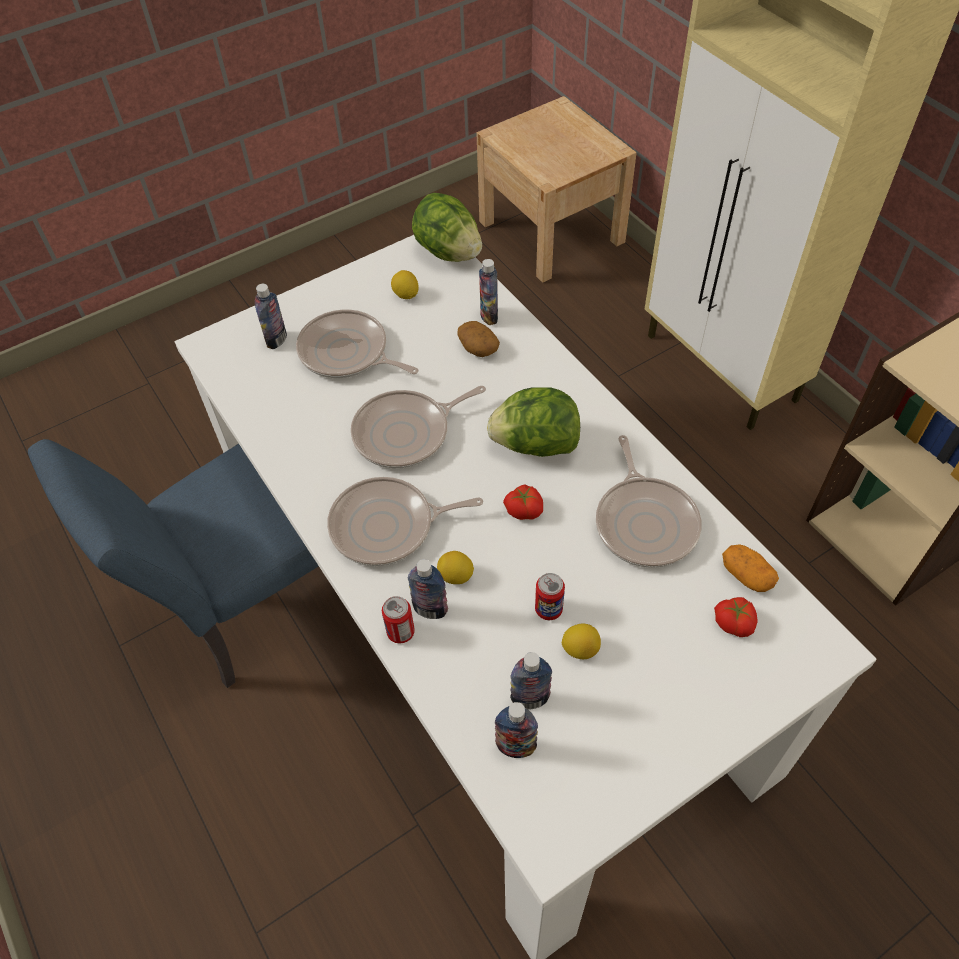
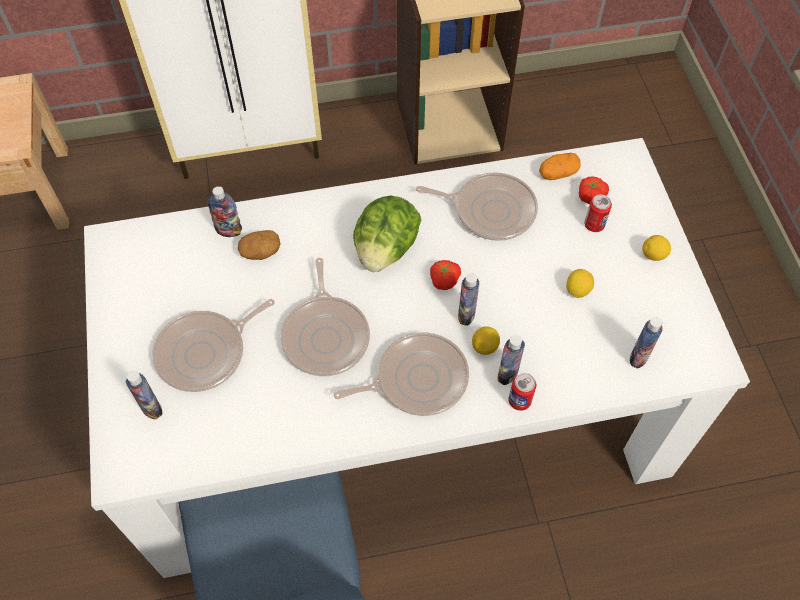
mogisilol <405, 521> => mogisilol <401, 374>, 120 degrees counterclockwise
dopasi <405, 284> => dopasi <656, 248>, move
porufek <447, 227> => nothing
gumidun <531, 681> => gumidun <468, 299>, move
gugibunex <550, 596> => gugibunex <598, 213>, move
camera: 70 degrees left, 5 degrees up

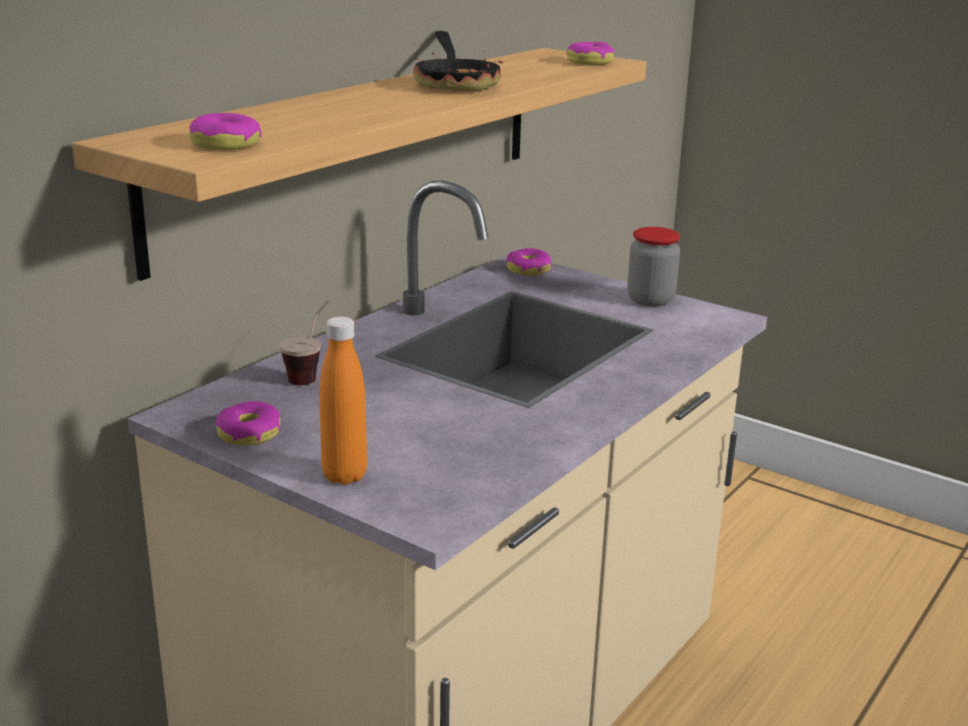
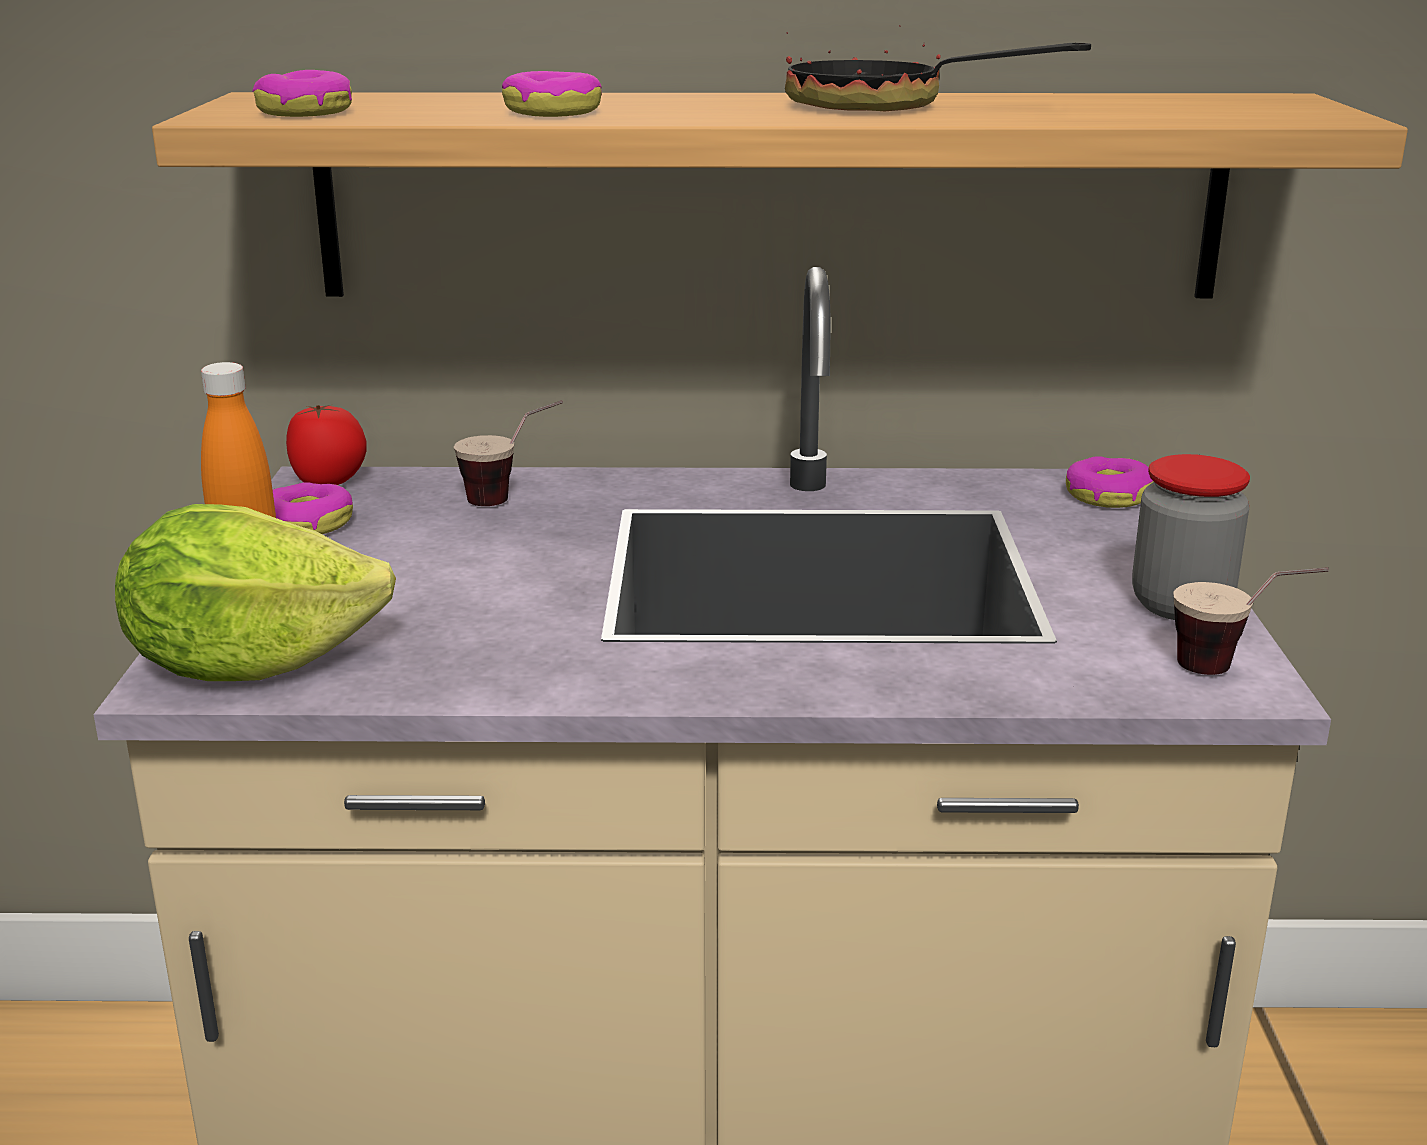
mogisilol <458, 61> => mogisilol <938, 68>, 60 degrees clockwise
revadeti <590, 53> => revadeti <552, 94>, move
nothing => porufek <255, 592>
nothing => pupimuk <326, 444>
nothing => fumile <1251, 621>
camera: 55 degrees right, 0 degrees up

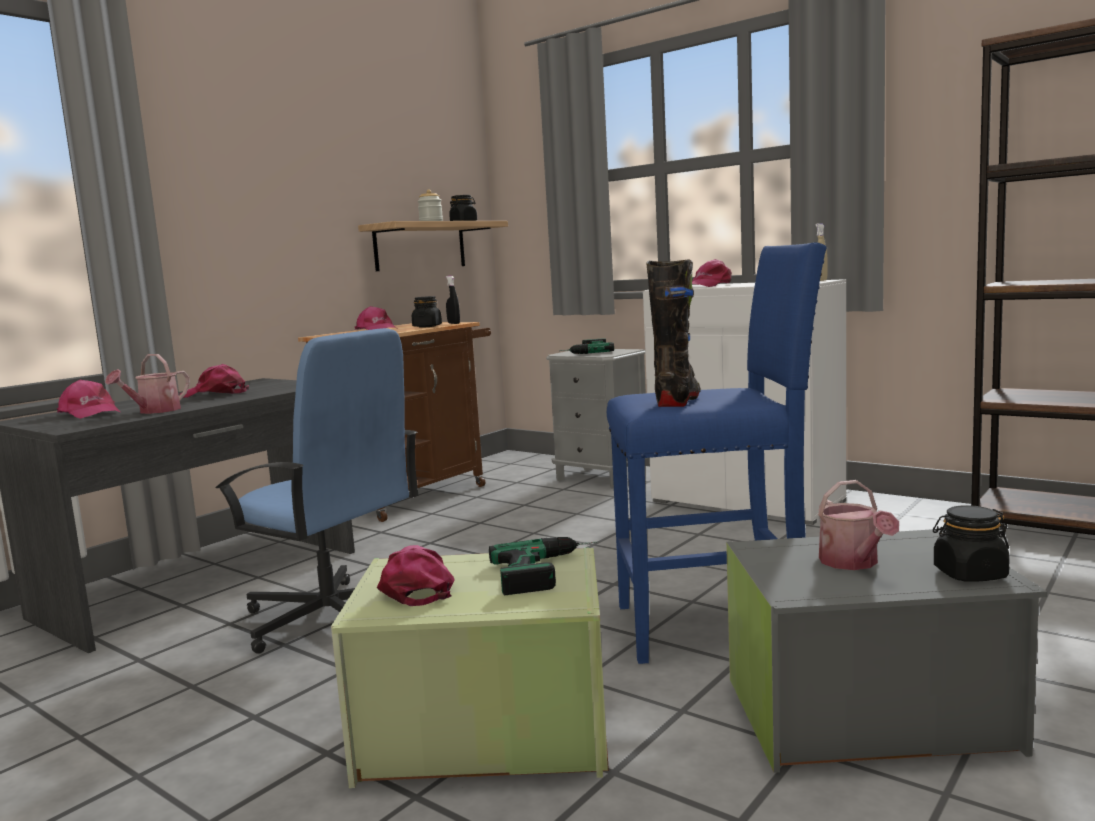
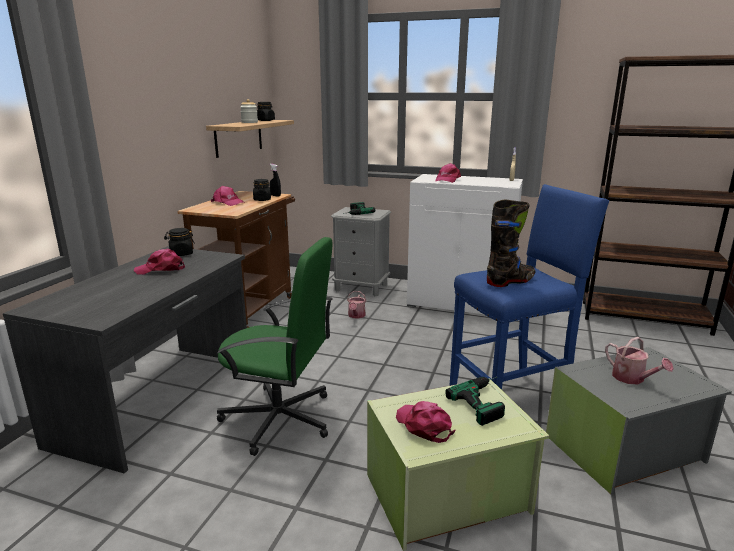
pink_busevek <88, 399> => nothing
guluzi <147, 384> => guluzi <356, 305>, move
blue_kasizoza <316, 491> => green_kasizoza <275, 346>
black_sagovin <673, 333> => black_sagovin <511, 243>, 60 degrees clockwise
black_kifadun <971, 543> => black_kifadun <179, 242>, move
camera: 20 degrees left, 10 degrees up

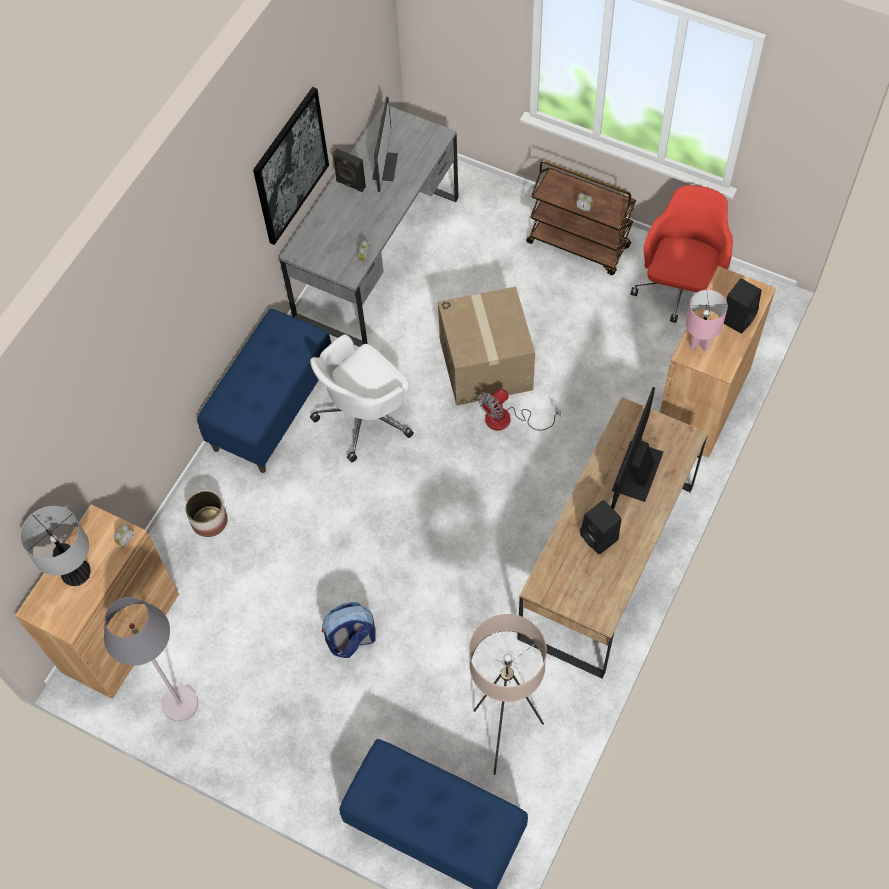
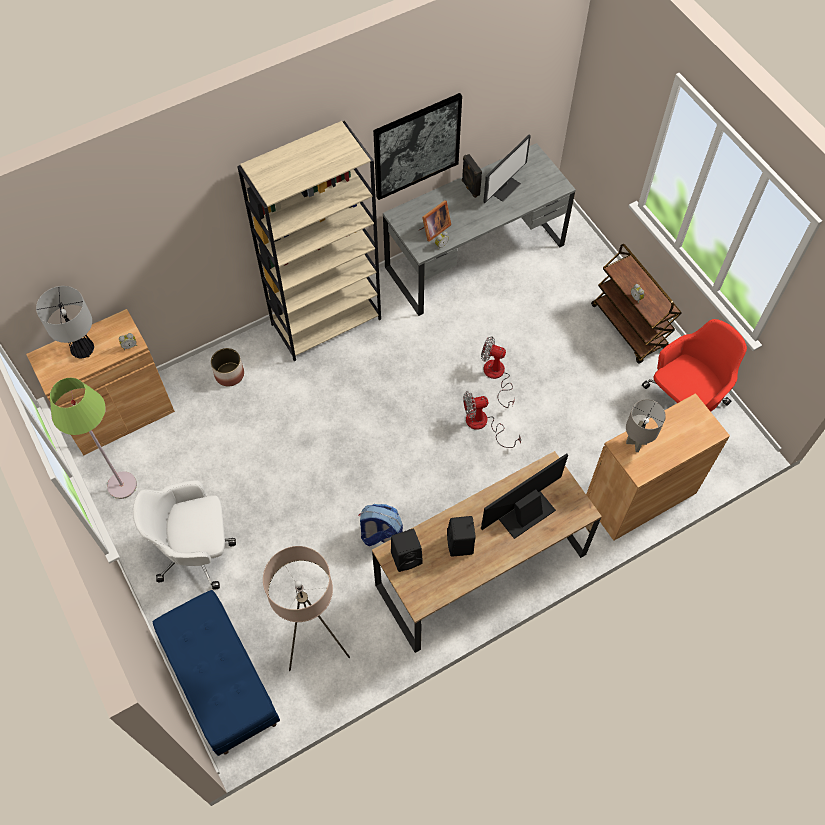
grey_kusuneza <151, 659> => green_kusuneza <93, 438>
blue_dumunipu <264, 391> => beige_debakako <309, 241>
white_kasizoza <362, 398> => white_kasizoza <184, 535>, move
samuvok <349, 630> => samuvok <380, 525>, move
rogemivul <486, 346> => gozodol <498, 372>
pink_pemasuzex <707, 321> => grey_pemasuzex <646, 426>
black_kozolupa <742, 306> => black_kozolupa <407, 550>, move
nothing => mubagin <435, 221>
camera: 30 degrees right, 0 degrees up

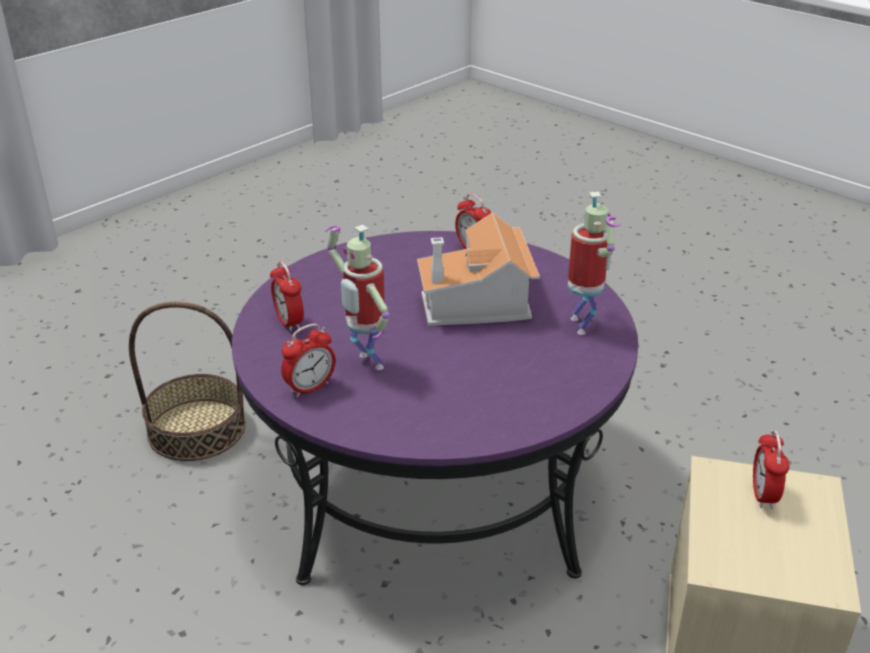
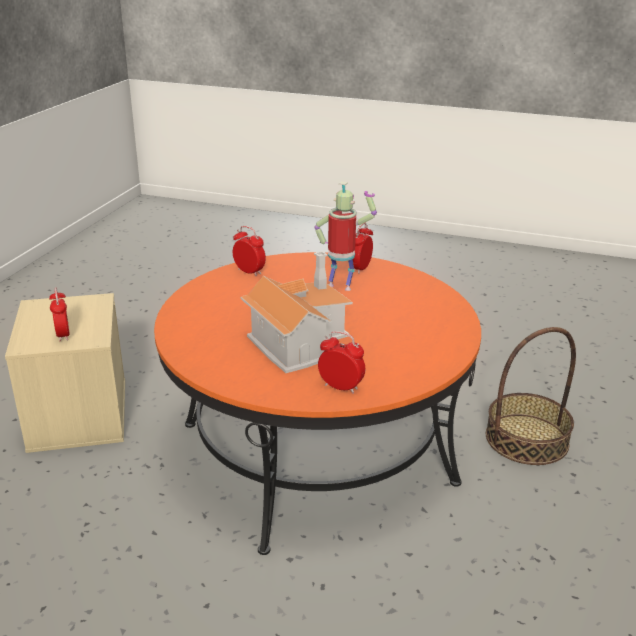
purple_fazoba <435, 408> => orange_fazoba <317, 403>
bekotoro <287, 296> => bekotoro <249, 251>, move
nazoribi <594, 263> => nothing
camera: 155 degrees right, 5 degrees down

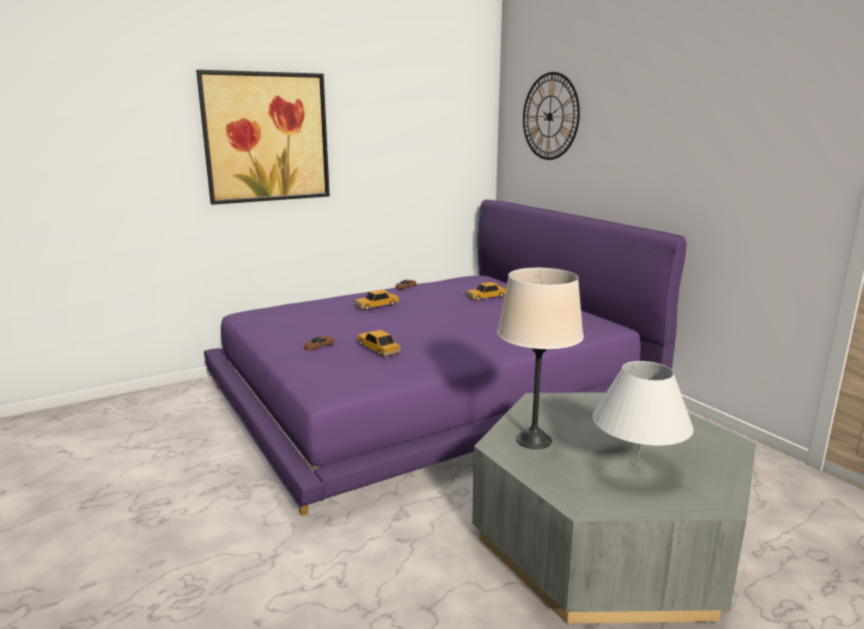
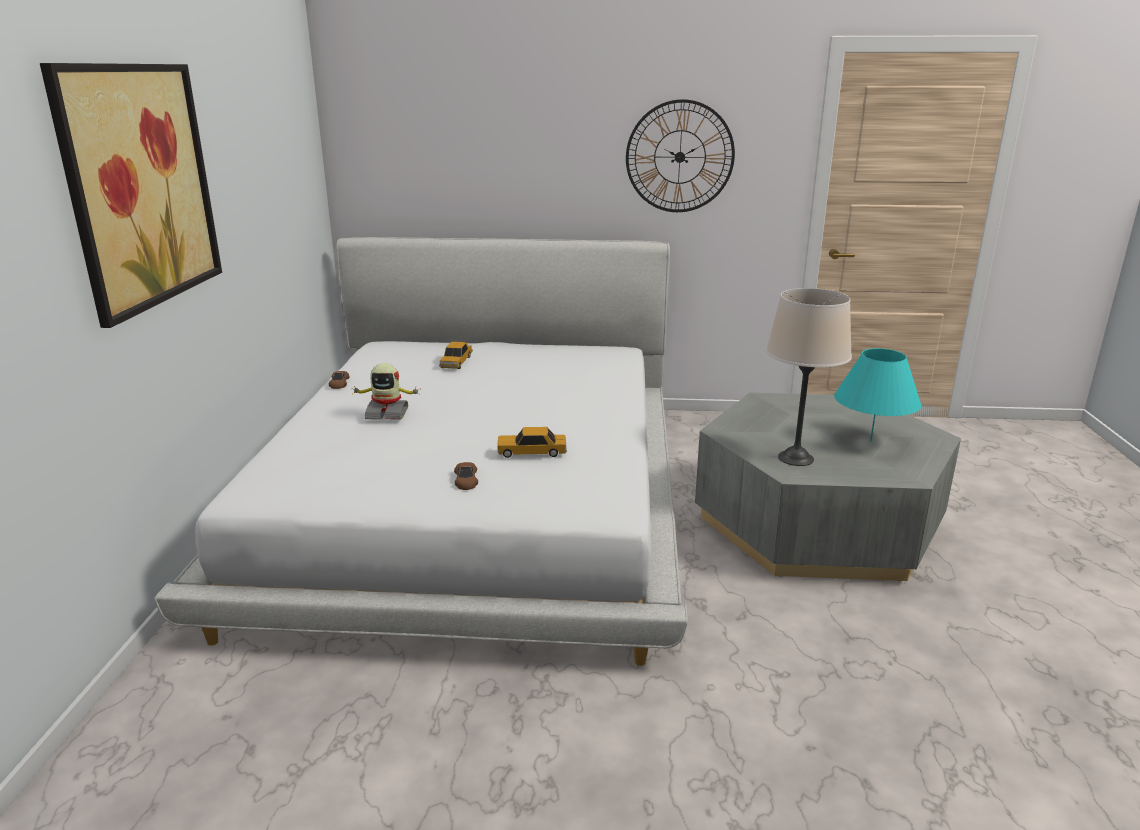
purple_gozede <445, 358> => white_gozede <421, 451>
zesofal <377, 299> => nazoribi <386, 391>
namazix <551, 116> => namazix <680, 155>, move
white_pemasuzex <643, 414> => turquoise_pemasuzex <878, 394>
camera: 55 degrees left, 5 degrees up

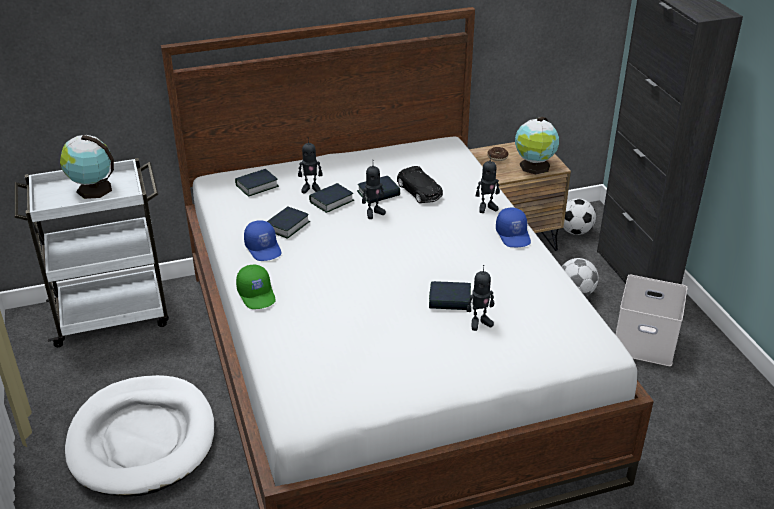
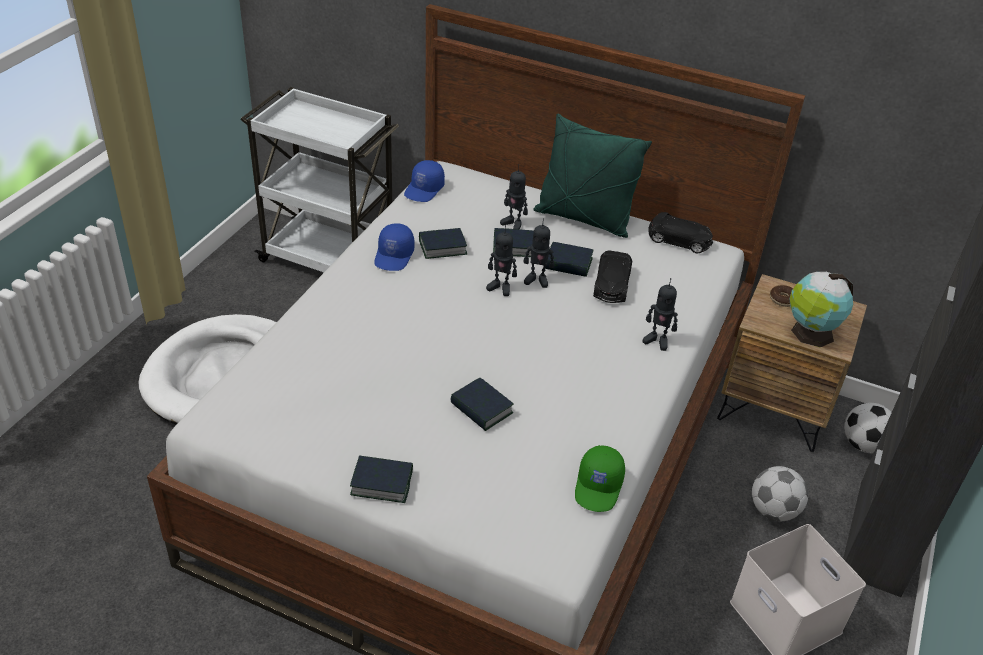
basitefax <87, 167> => nothing
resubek <257, 183> => resubek <381, 479>, move
green_busevek <255, 287> => green_busevek <600, 478>, move
nazoribi <480, 298> => nazoribi <501, 260>, move
blue_busevek <513, 227> => blue_busevek <424, 181>, move
nothing => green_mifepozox <592, 175>
nothing => black_zesofal <681, 232>
camera: 40 degrees right, 5 degrees up

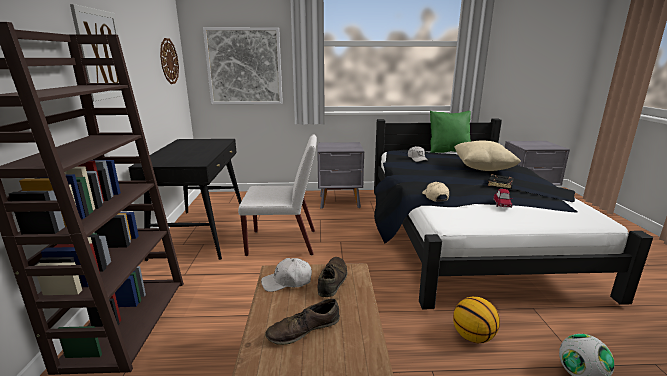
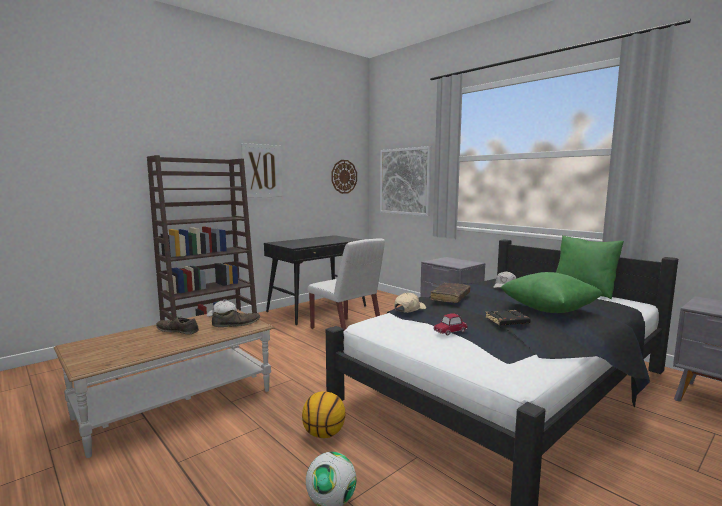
beige_mifepozox <487, 156> => green_mifepozox <551, 292>
nothing => brown_resubek <450, 293>
camera: 50 degrees right, 10 degrees down

